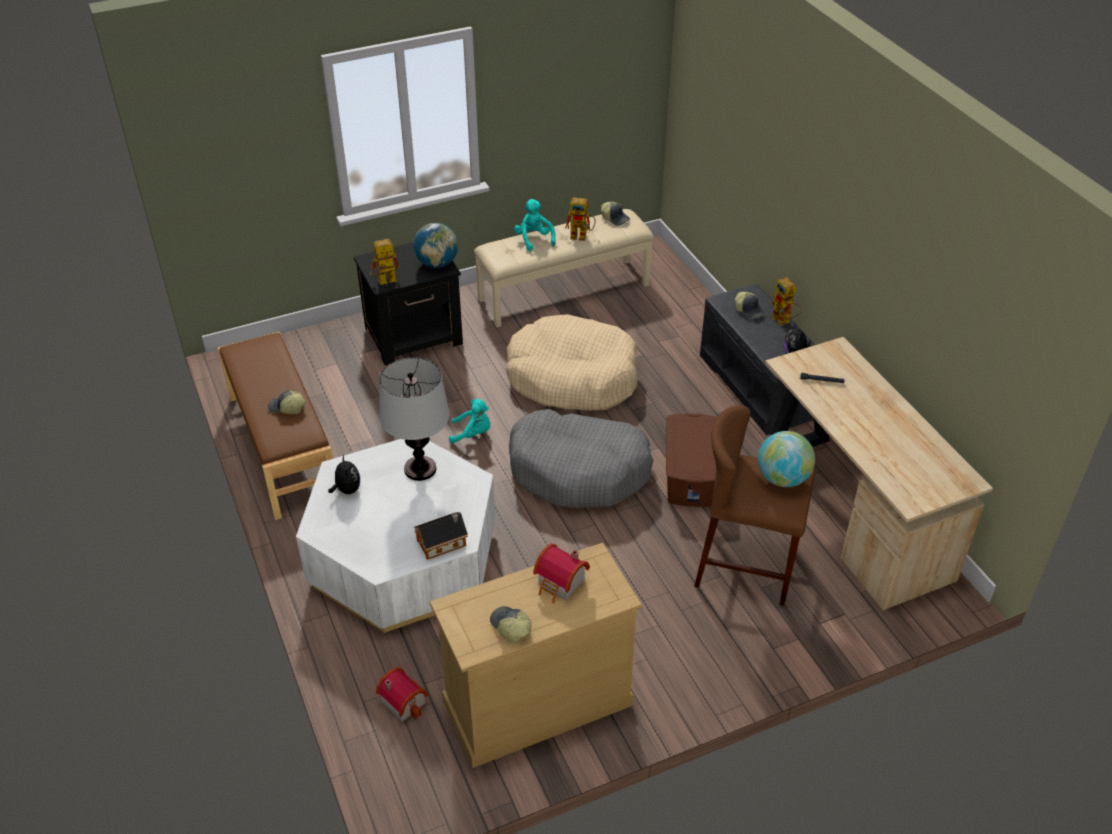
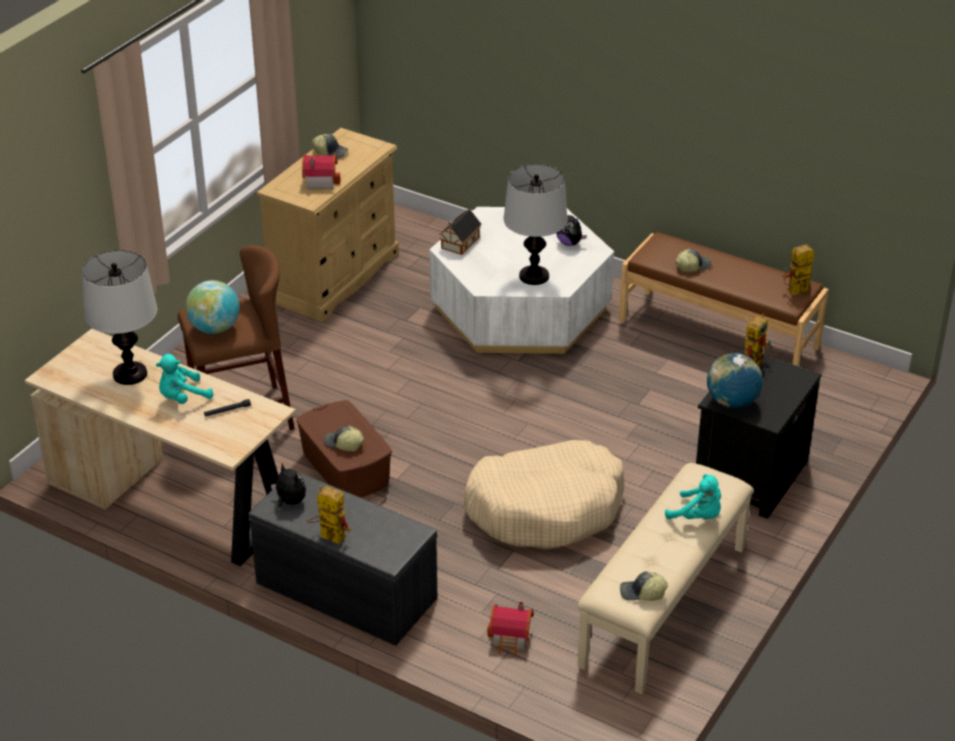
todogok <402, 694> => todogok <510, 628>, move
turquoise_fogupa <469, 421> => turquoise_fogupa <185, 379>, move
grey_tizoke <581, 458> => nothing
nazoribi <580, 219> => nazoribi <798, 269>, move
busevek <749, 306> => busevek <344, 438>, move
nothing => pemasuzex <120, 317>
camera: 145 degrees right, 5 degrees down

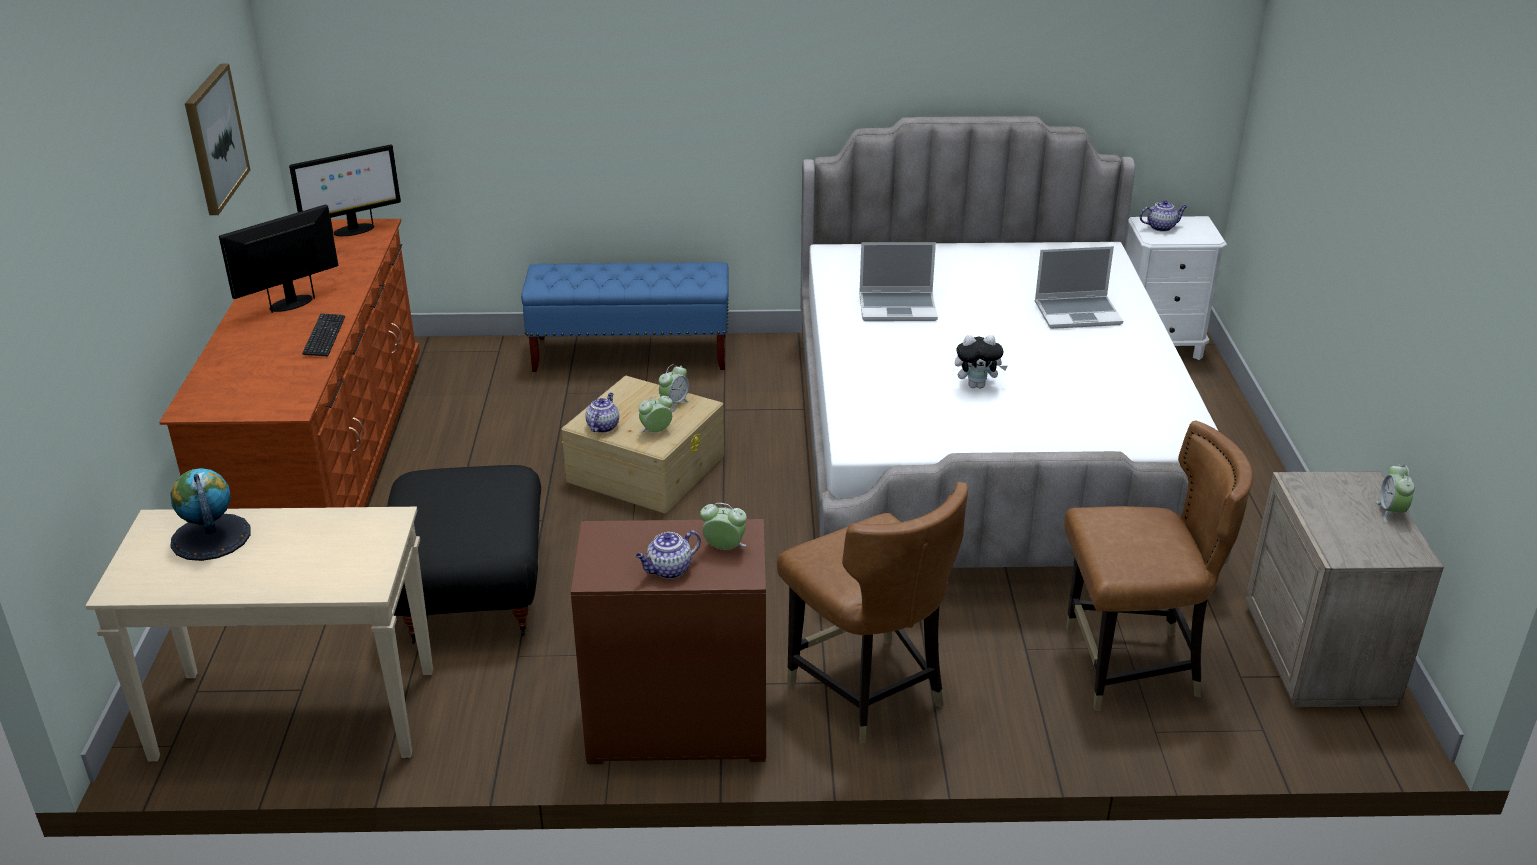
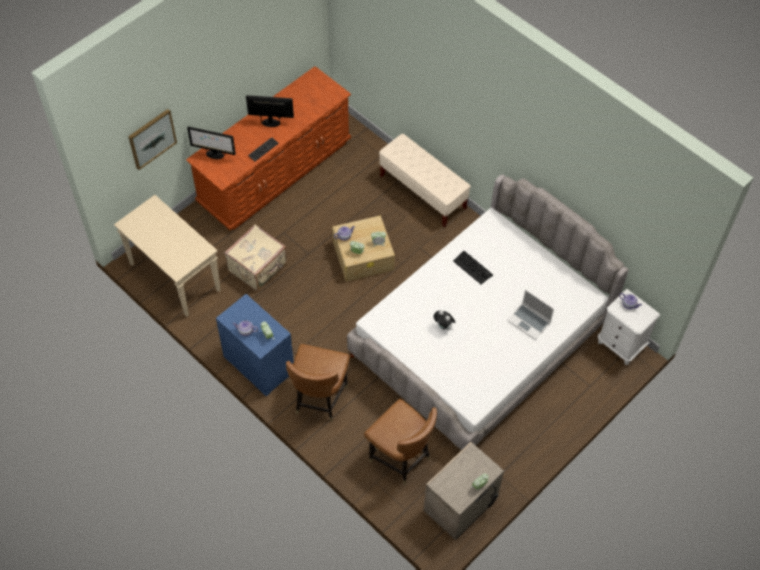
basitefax <210, 514> => nothing
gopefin <217, 139> => gopefin <152, 139>, move
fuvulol <345, 190> => fuvulol <211, 143>, move
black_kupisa <464, 554> => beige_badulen <255, 258>
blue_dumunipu <625, 317> => beige_dumunipu <425, 180>
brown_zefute <668, 641> => blue_zefute <255, 345>
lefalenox <898, 281> => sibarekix <473, 268>
camera: 45 degrees right, 25 degrees up

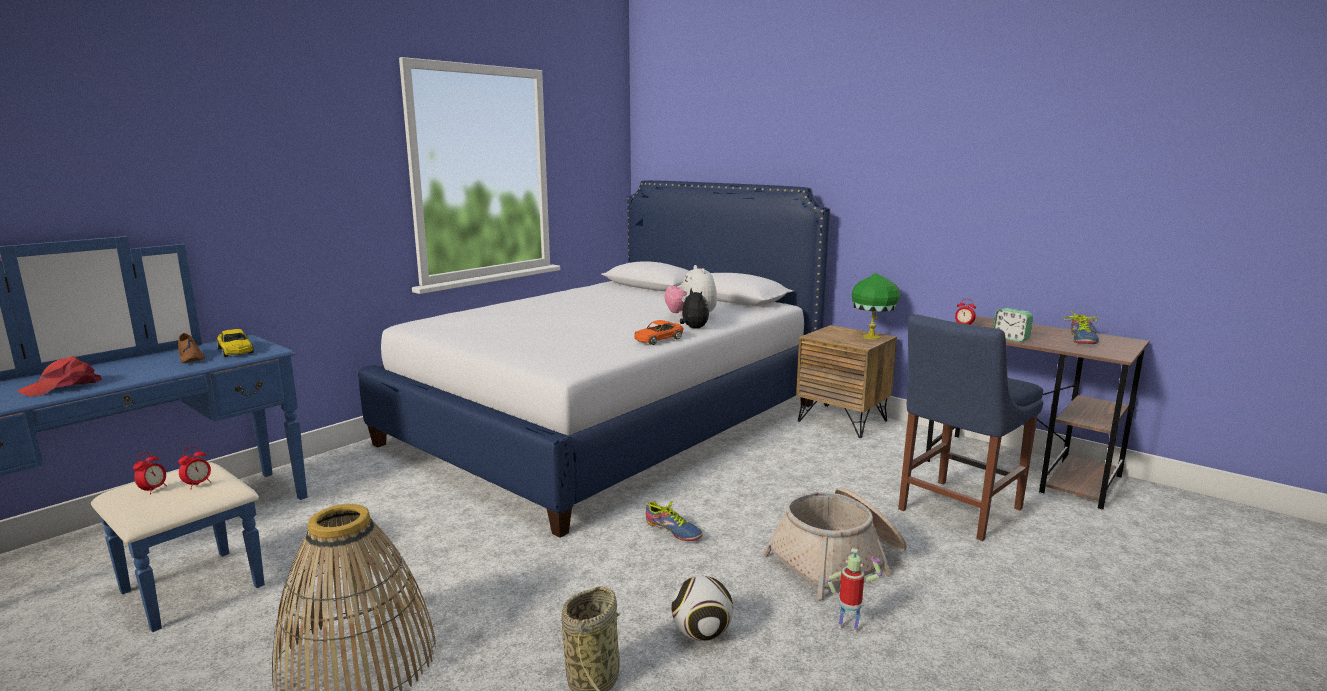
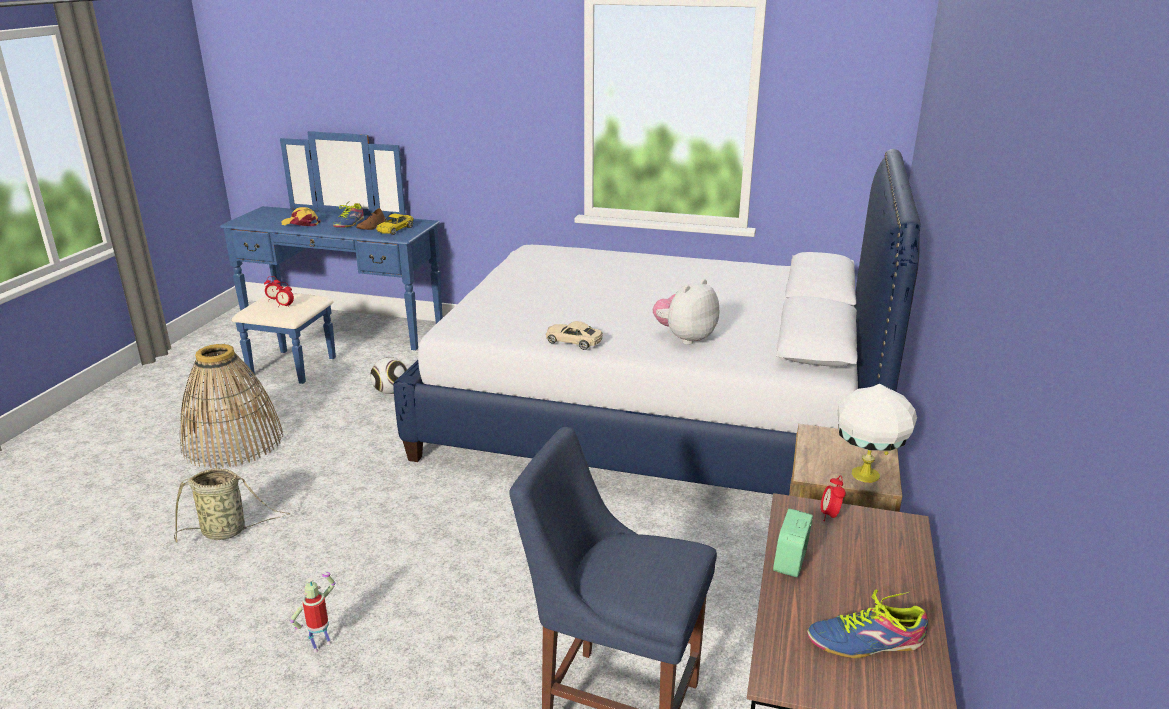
red_busevek <60, 376> => yellow_busevek <301, 216>
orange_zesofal <659, 332> => beige_zesofal <574, 335>
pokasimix <674, 521> => pokasimix <348, 215>, move
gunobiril <702, 608> => gunobiril <388, 375>, move
fogupa <694, 308> => nothing
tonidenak <834, 544> => nothing
nazoribi <854, 591> => nazoribi <312, 612>, 135 degrees counterclockwise
green_pemasuzex <876, 306> => white_pemasuzex <877, 433>
camera: 65 degrees right, 10 degrees up

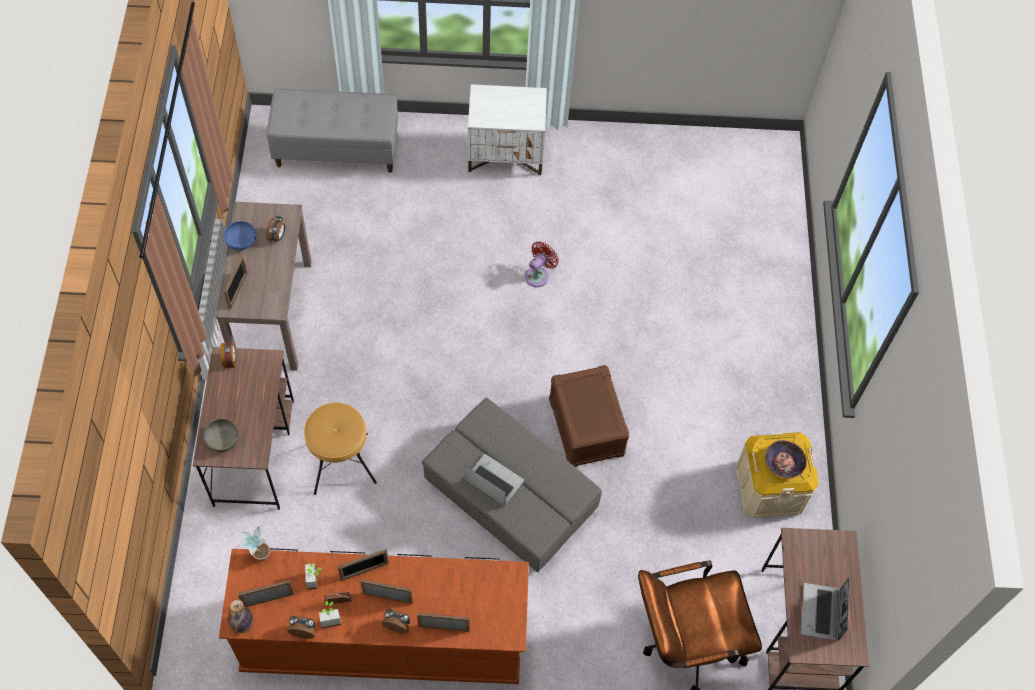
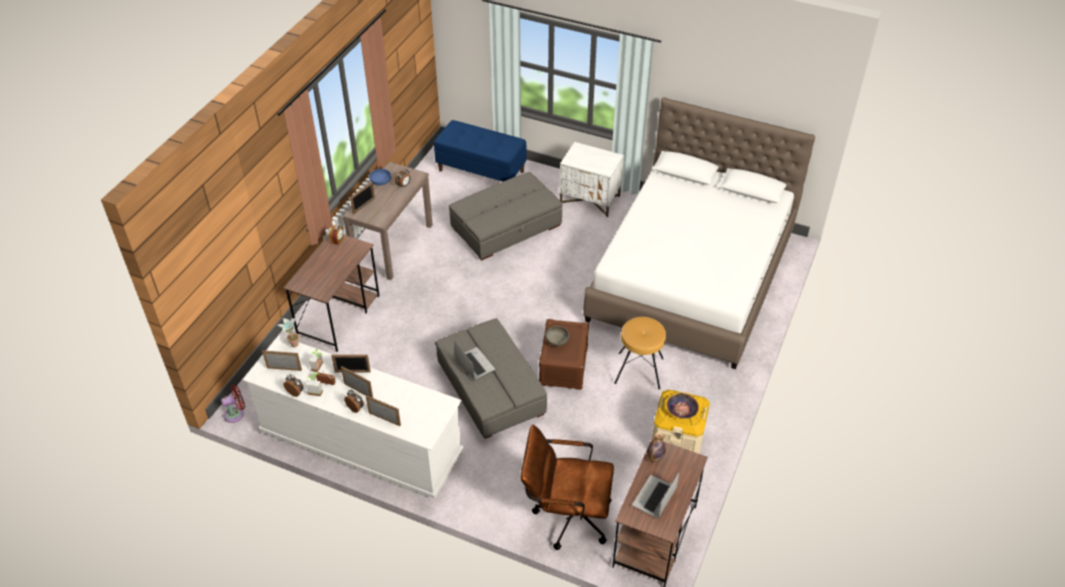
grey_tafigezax <221, 435> => grey_tafigezax <557, 336>, move
brown_zefute <374, 616> => white_zefute <353, 417>
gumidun <240, 616> => gumidun <656, 447>, move
grey_dumunipu <332, 131> => blue_dumunipu <480, 150>
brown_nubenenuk <340, 449> => brown_nubenenuk <640, 353>, move
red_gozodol <542, 264> => red_gozodol <233, 404>, move
nothing => grey_kupisa <506, 216>
nothing => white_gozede <699, 233>
camera: 25 degrees right, 15 degrees down

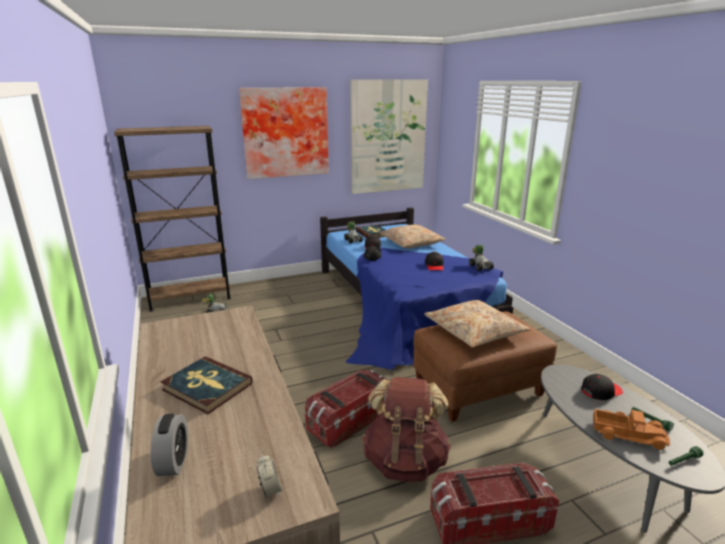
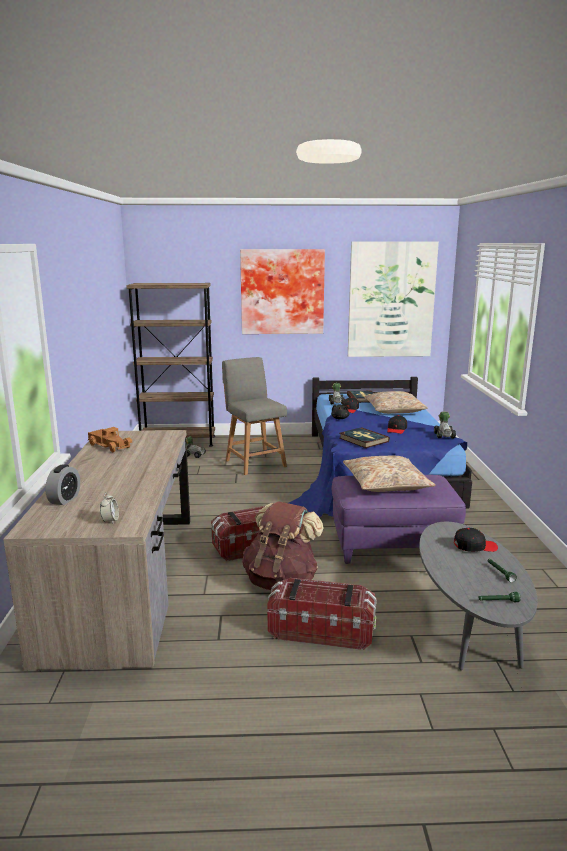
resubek <207, 385> => resubek <365, 437>, move
brown_kupisa <485, 366> => purple_kupisa <399, 519>
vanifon <631, 429> => vanifon <110, 439>, move
nothing => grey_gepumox <254, 416>
camera: 20 degrees right, 5 degrees down

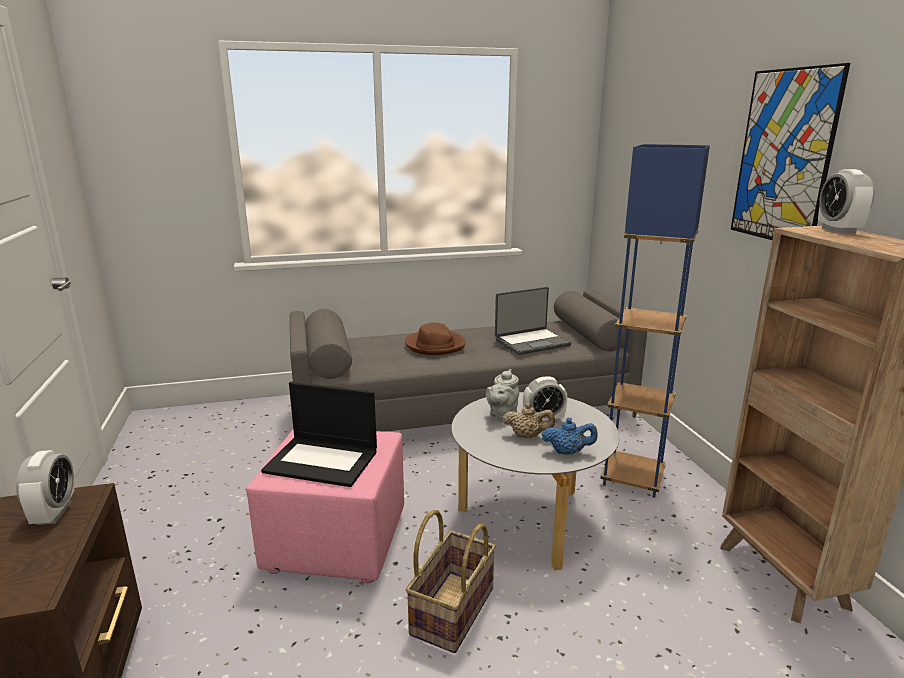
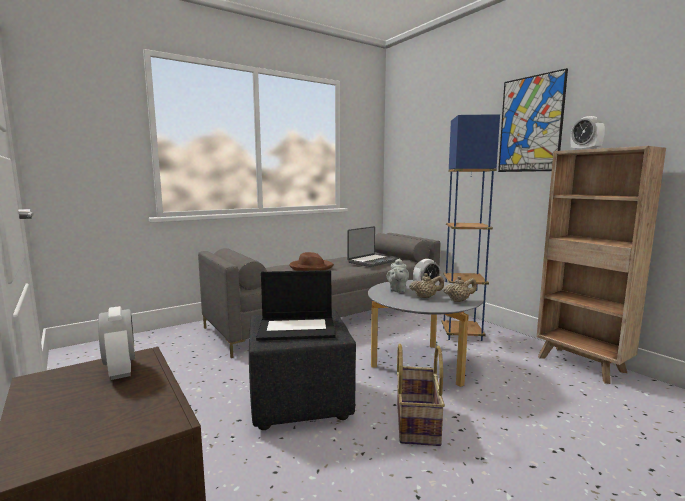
pink_kupisa <325, 506> => black_kupisa <302, 370>
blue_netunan <570, 436> => beige_netunan <460, 289>
camera: 20 degrees left, 10 degrees down

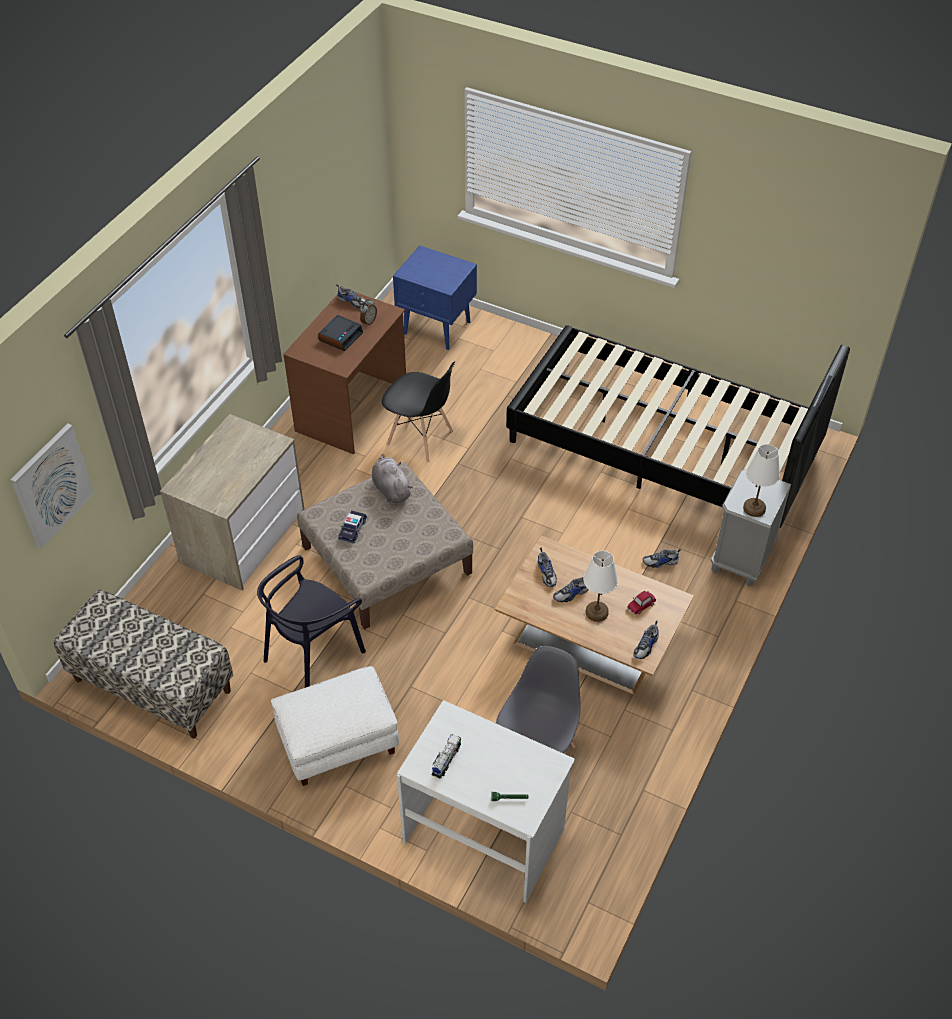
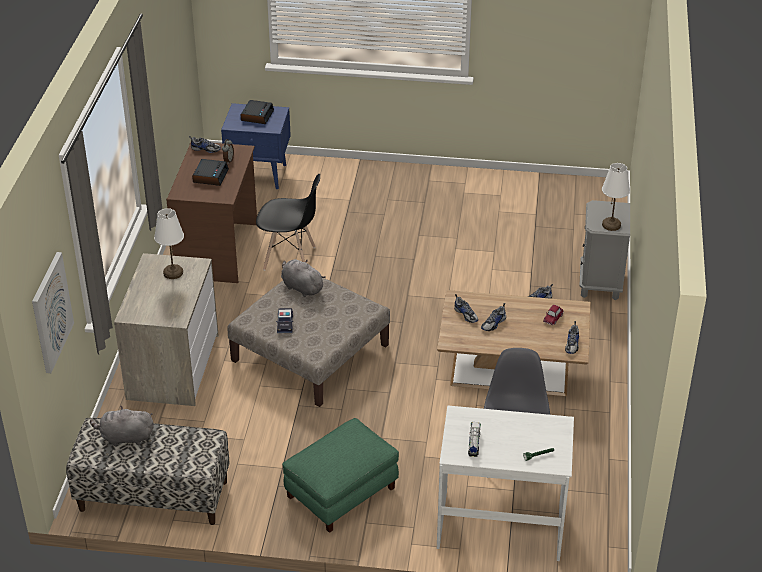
black_gepumox <311, 621> => nothing
white_kupisa <335, 726> => green_kupisa <340, 475>
black_gozede <678, 426> => nothing
white_pemasuzex <600, 586> => white_pemasuzex <169, 243>, move
nothing => grey_fogupa <122, 426>
nothing => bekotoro <257, 112>
camera: 20 degrees left, 10 degrees down

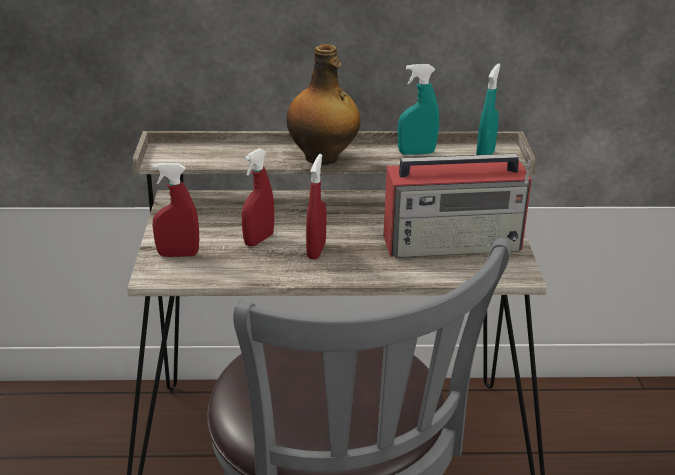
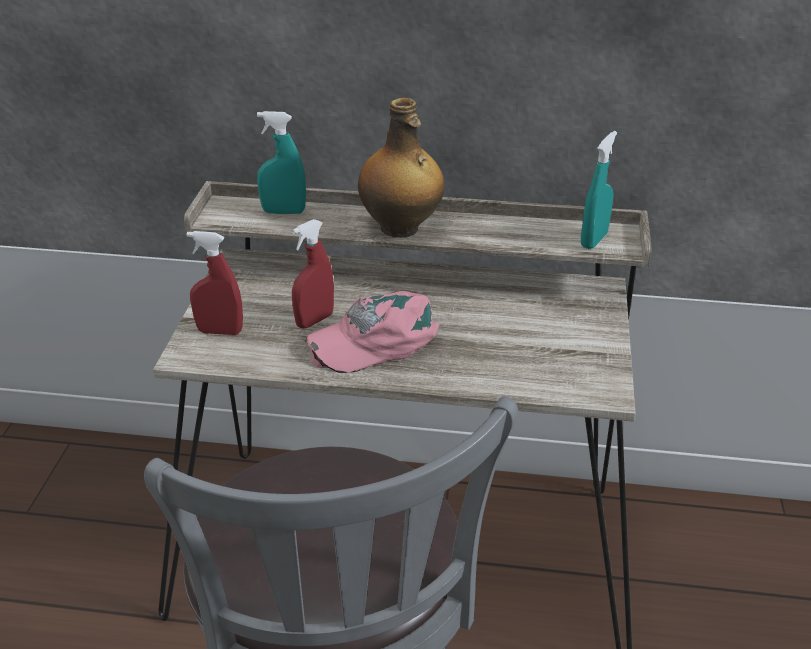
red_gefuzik <316, 206> => pink_busevek <372, 332>
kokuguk <457, 206> => nothing
turquoise_gefuzik <418, 109> => turquoise_gefuzik <281, 162>, move
camera: 10 degrees right, 5 degrees up

